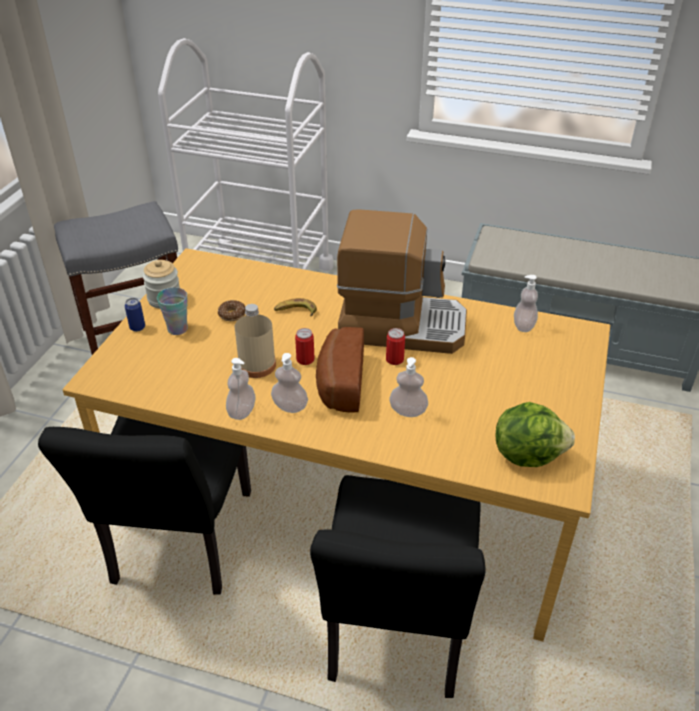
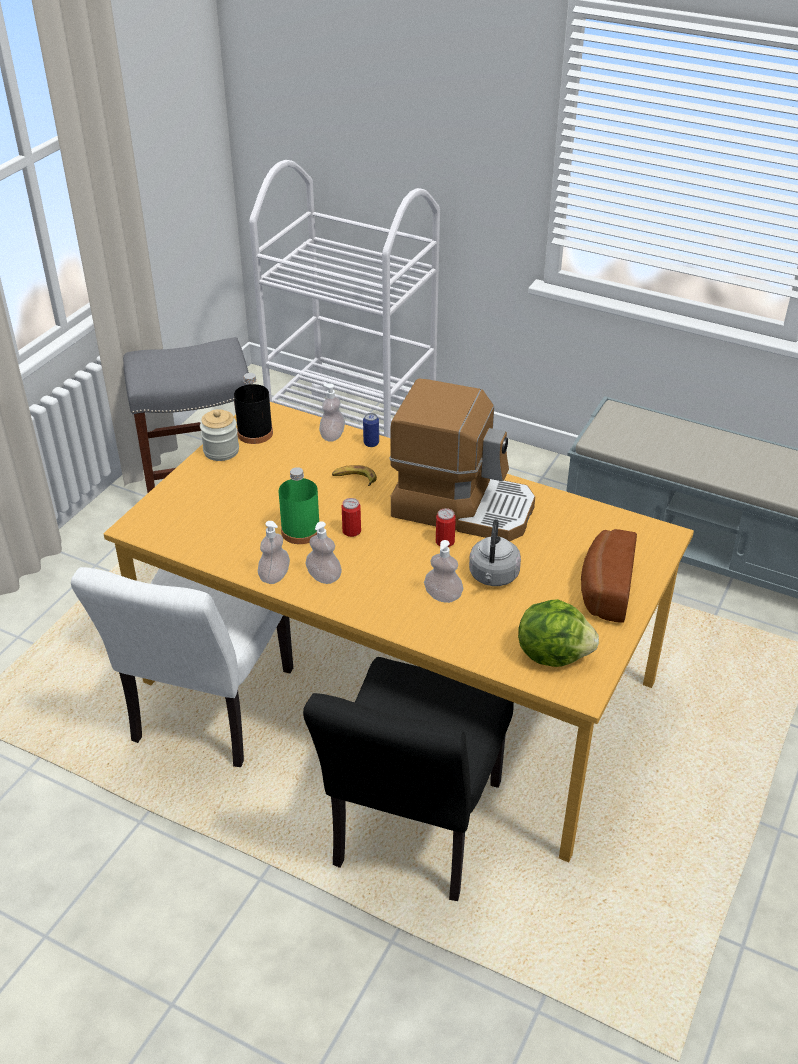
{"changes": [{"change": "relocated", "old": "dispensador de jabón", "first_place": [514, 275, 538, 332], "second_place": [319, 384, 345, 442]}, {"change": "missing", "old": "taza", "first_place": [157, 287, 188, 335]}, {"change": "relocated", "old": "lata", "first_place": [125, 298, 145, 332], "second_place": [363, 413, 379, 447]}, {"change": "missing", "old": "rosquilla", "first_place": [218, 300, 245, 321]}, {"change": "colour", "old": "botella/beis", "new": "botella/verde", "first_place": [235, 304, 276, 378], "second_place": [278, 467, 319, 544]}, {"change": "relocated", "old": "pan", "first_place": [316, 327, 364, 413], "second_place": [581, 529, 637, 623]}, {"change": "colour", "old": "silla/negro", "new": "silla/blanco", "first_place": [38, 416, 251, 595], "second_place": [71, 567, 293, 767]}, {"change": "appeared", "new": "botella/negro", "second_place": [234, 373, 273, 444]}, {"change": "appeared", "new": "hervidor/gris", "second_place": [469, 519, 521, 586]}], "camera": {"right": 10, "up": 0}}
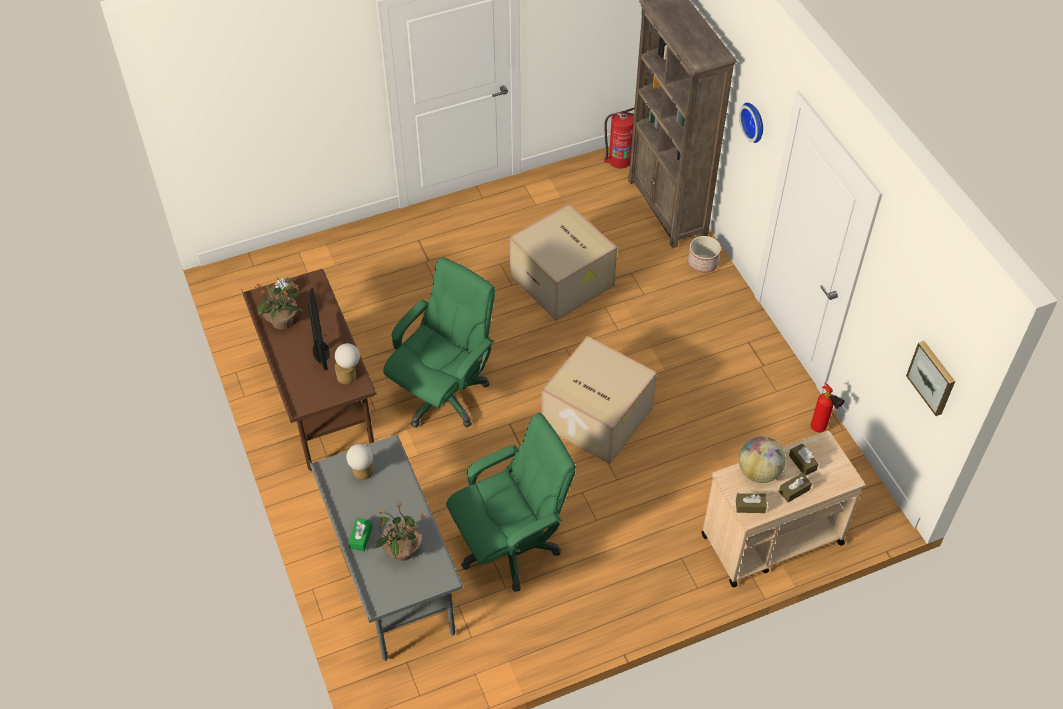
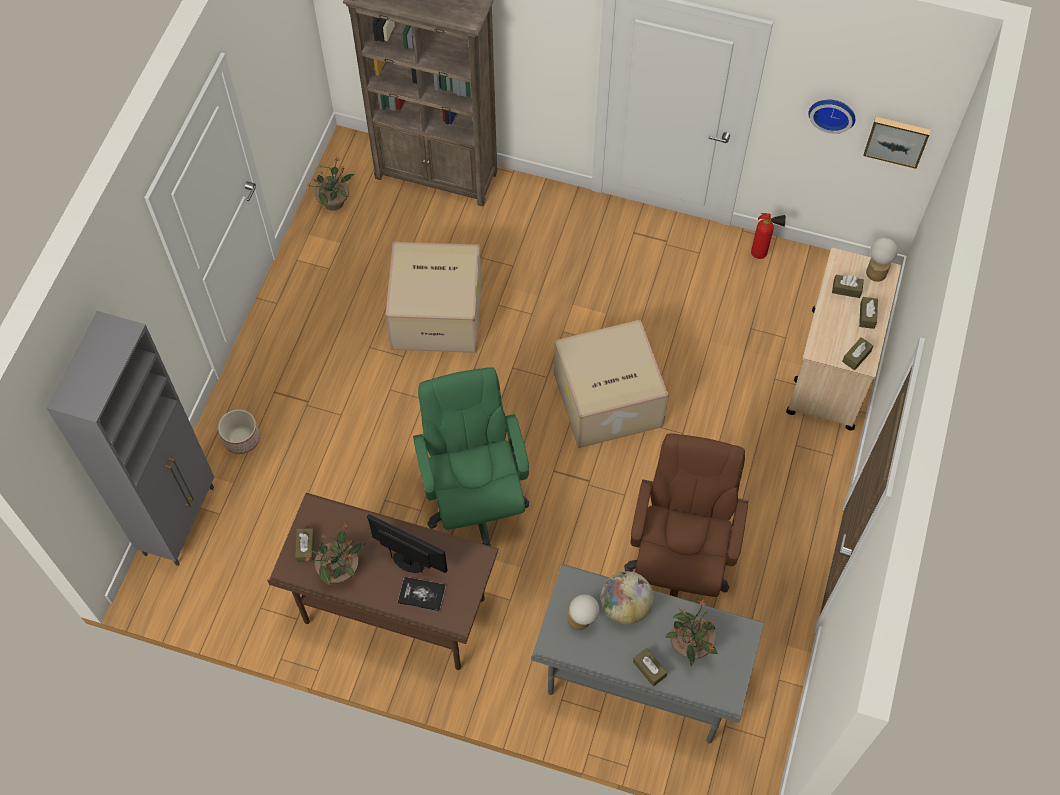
{"changes": [{"change": "relocated", "old": "reloj de pared", "first_place": [739, 103, 763, 143], "second_place": [808, 100, 855, 134]}, {"change": "missing", "old": "extintor", "first_place": [604, 107, 635, 169]}, {"change": "relocated", "old": "maceta", "first_place": [688, 236, 721, 273], "second_place": [218, 410, 260, 454]}, {"change": "relocated", "old": "lámpara de mesa", "first_place": [335, 343, 360, 384], "second_place": [866, 238, 898, 282]}, {"change": "colour", "old": "silla de oficina/verde", "new": "silla de oficina/marrón", "first_place": [446, 413, 576, 592], "second_place": [624, 433, 748, 597]}, {"change": "relocated", "old": "globo terráqueo", "first_place": [739, 436, 786, 483], "second_place": [601, 571, 653, 624]}, {"change": "colour", "old": "caja de pañuelos/verde", "new": "caja de pañuelos/marrón", "first_place": [348, 518, 373, 551], "second_place": [633, 648, 667, 687]}, {"change": "appeared", "new": "planta en maceta", "second_place": [306, 157, 354, 211]}, {"change": "appeared", "new": "armario/gris", "second_place": [46, 311, 214, 566]}, {"change": "appeared", "new": "libro", "second_place": [398, 577, 446, 611]}], "camera": {"right": -50, "up": 10}}
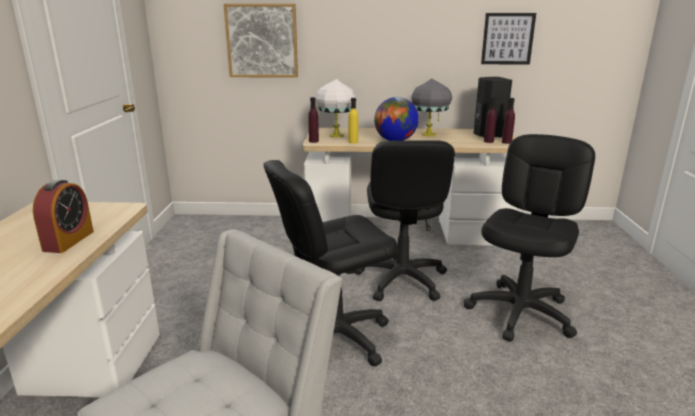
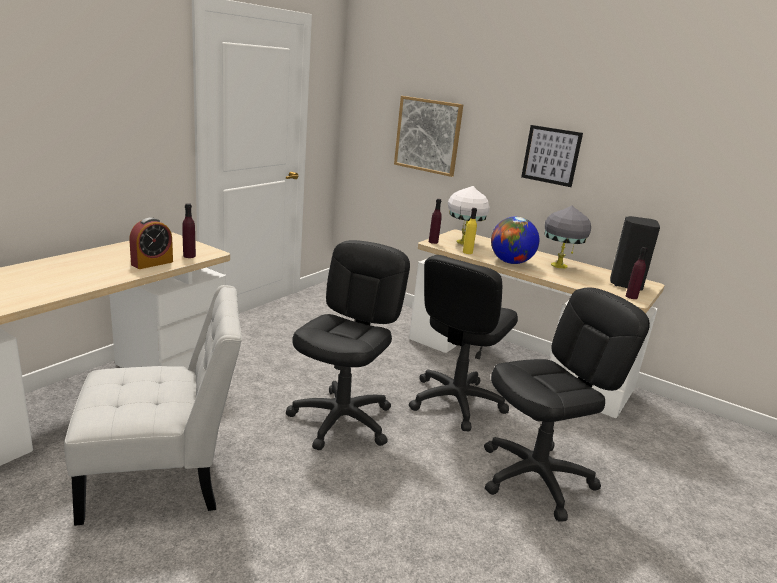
{"changes": [{"change": "relocated", "old": "cuadro", "first_place": [481, 13, 536, 64], "second_place": [521, 125, 583, 187]}, {"change": "relocated", "old": "botella/morado", "first_place": [484, 97, 497, 143], "second_place": [182, 203, 196, 258]}, {"change": "spun", "old": "silla de oficina/negro", "first_place": [264, 160, 399, 366], "second_place": [286, 240, 410, 450], "degrees": 105}], "camera": {"right": 30, "up": 0}}
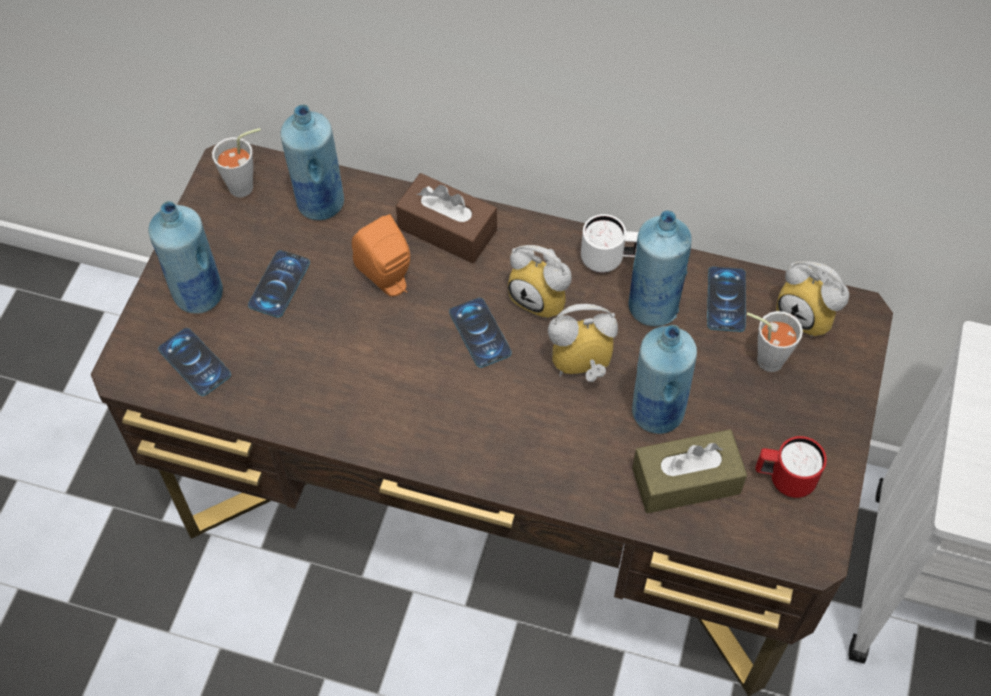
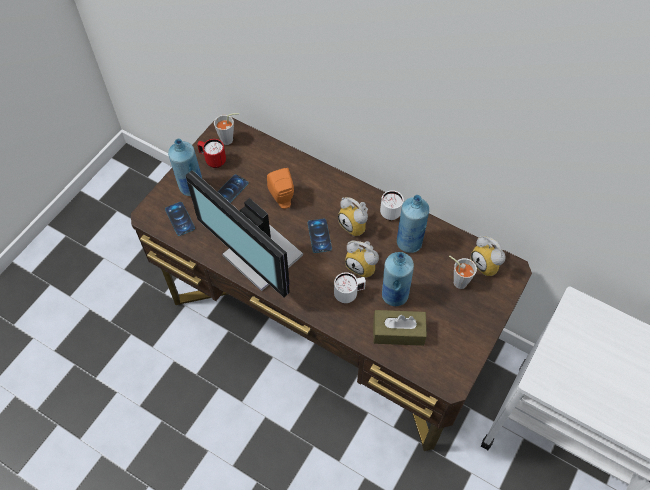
{"changes": [{"change": "missing", "old": "botella/azul", "first_place": [280, 105, 344, 220]}, {"change": "missing", "old": "caja de pañuelos/marrón", "first_place": [396, 173, 497, 263]}, {"change": "missing", "old": "móvil", "first_place": [707, 266, 746, 332]}, {"change": "spun", "old": "despertador", "first_place": [548, 304, 618, 382], "second_place": [345, 240, 379, 278], "degrees": -150}, {"change": "relocated", "old": "taza grande/rojo", "first_place": [756, 436, 827, 498], "second_place": [197, 139, 226, 168]}, {"change": "appeared", "new": "monitor", "second_place": [185, 170, 303, 297]}, {"change": "appeared", "new": "taza grande/blanco", "second_place": [334, 272, 366, 303]}], "camera": {"right": 15, "up": 0}}
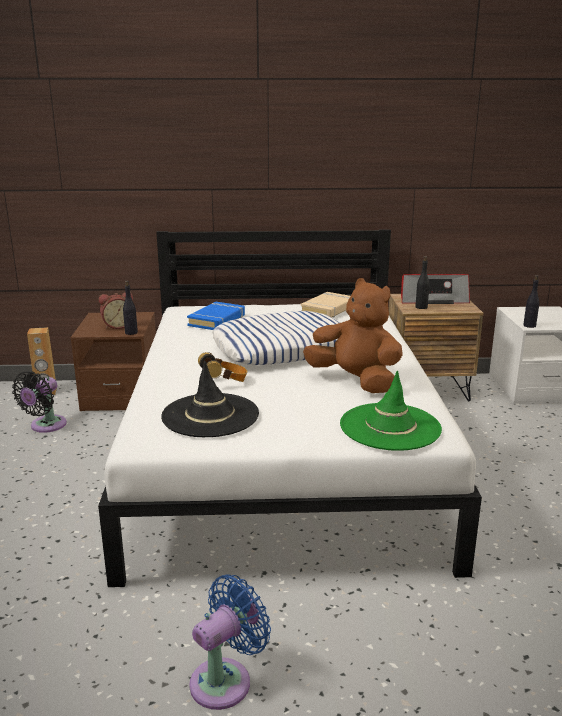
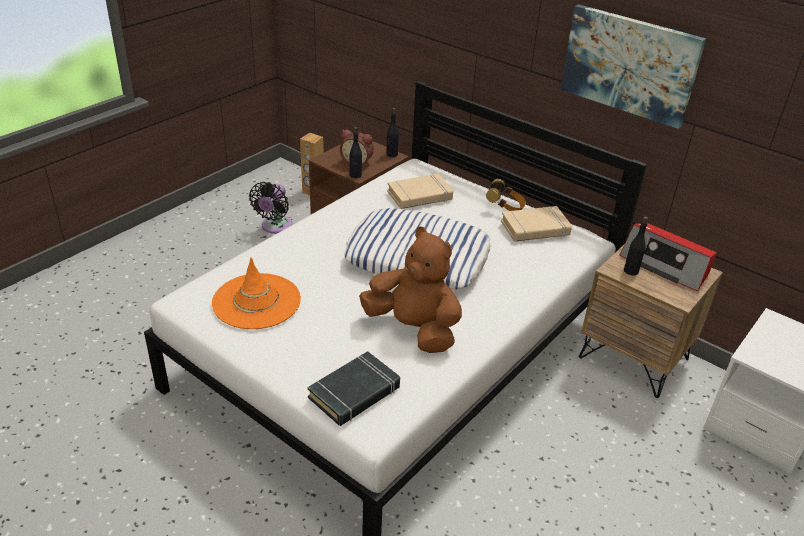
{"changes": [{"change": "relocated", "old": "botella/negro", "first_place": [523, 275, 539, 328], "second_place": [386, 108, 399, 157]}, {"change": "spun", "old": "peluche/marrón", "first_place": [303, 278, 402, 393], "second_place": [359, 227, 462, 353], "degrees": -45}, {"change": "colour", "old": "libro/azul", "new": "libro/beis", "first_place": [187, 302, 245, 330], "second_place": [387, 174, 453, 209]}, {"change": "relocated", "old": "auriculares", "first_place": [198, 352, 247, 382], "second_place": [486, 179, 526, 211]}, {"change": "colour", "old": "sombrero/negro", "new": "sombrero/naranja", "first_place": [161, 361, 259, 437], "second_place": [212, 257, 301, 329]}, {"change": "spun", "old": "ventilador/negro", "first_place": [12, 371, 67, 433], "second_place": [249, 182, 293, 234], "degrees": -45}, {"change": "exchanged", "old": "sombrero/verde", "new": "libro/negro", "first_place": [340, 371, 442, 451], "second_place": [307, 351, 400, 426]}, {"change": "missing", "old": "ventilador/azul", "first_place": [189, 574, 271, 710]}, {"change": "appeared", "new": "cuadro", "second_place": [560, 4, 706, 129]}], "camera": {"right": 40, "up": 15}}
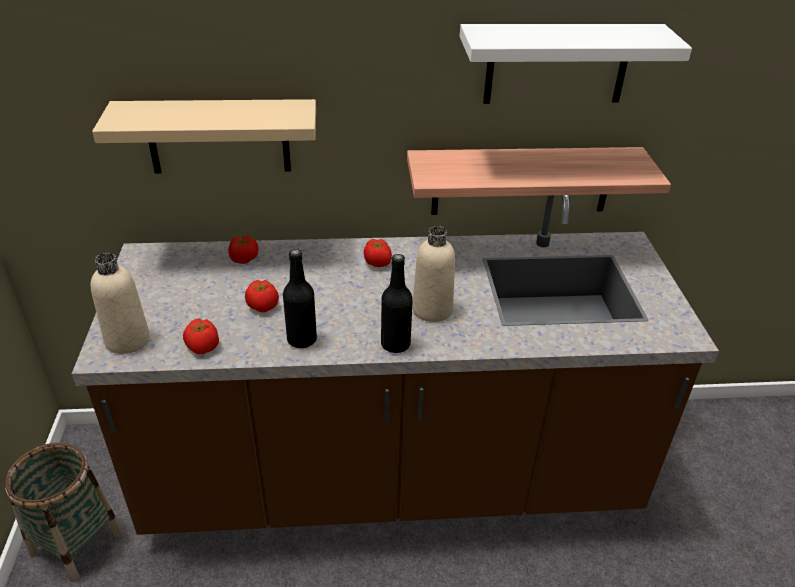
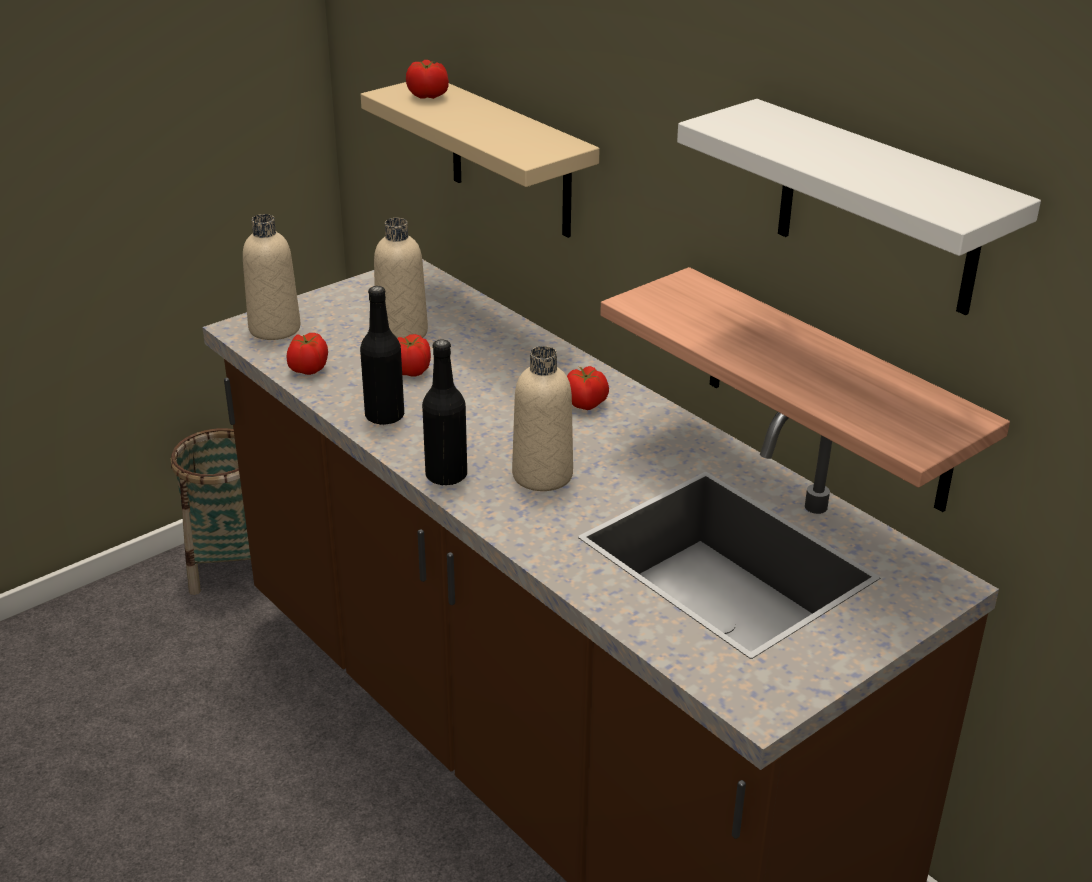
{"changes": [{"change": "relocated", "old": "tomate", "first_place": [228, 235, 258, 264], "second_place": [406, 60, 449, 99]}, {"change": "appeared", "new": "botella/beis", "second_place": [374, 218, 428, 338]}], "camera": {"right": 55, "up": -5}}
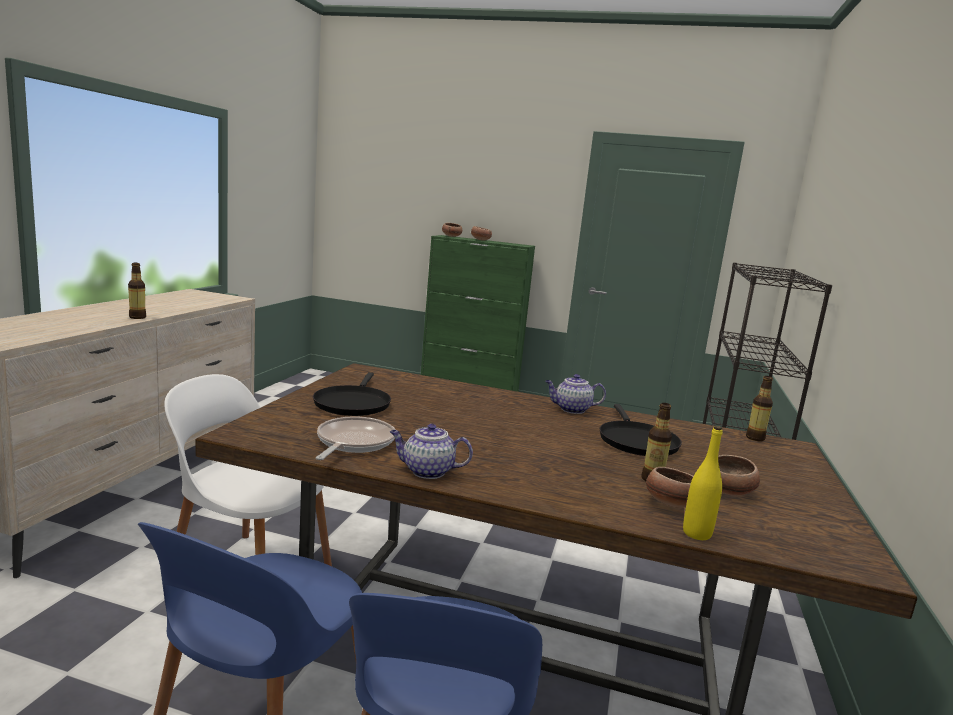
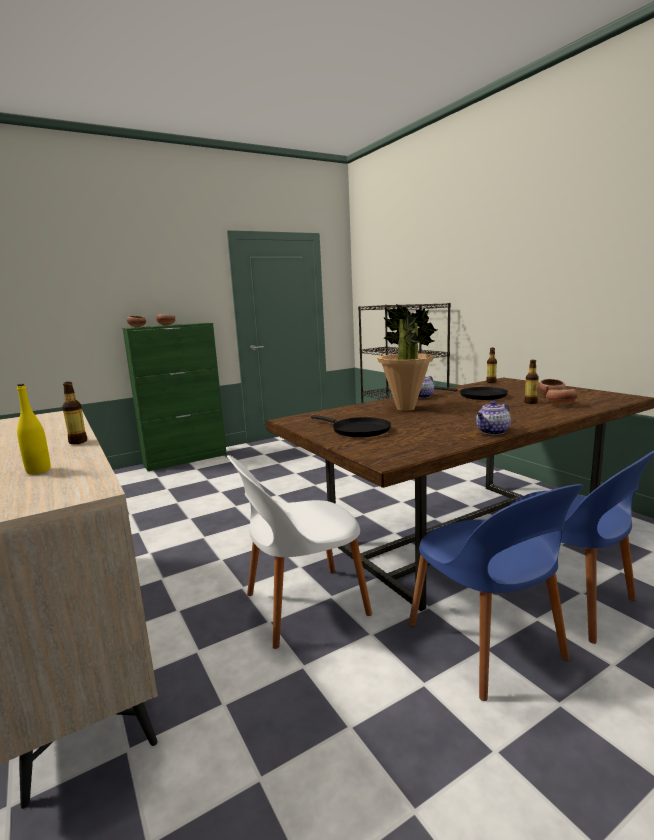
{"changes": [{"change": "missing", "old": "sartén", "first_place": [316, 417, 395, 460]}, {"change": "relocated", "old": "botella/amarillo", "first_place": [683, 426, 723, 540], "second_place": [17, 384, 50, 474]}, {"change": "appeared", "new": "planta en maceta", "second_place": [377, 304, 437, 411]}], "camera": {"right": -45, "up": 0}}
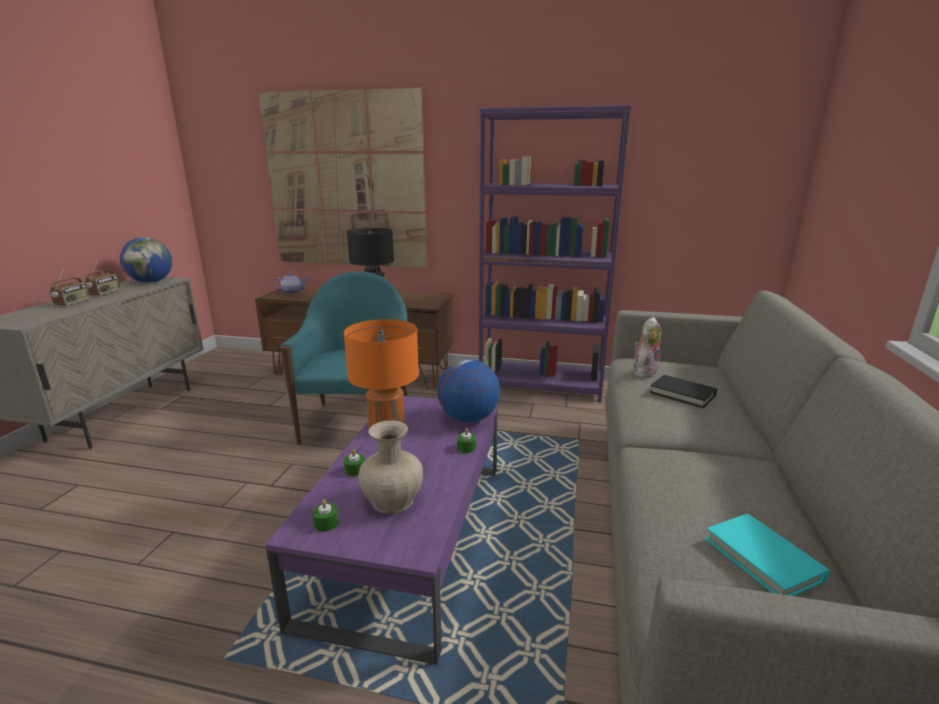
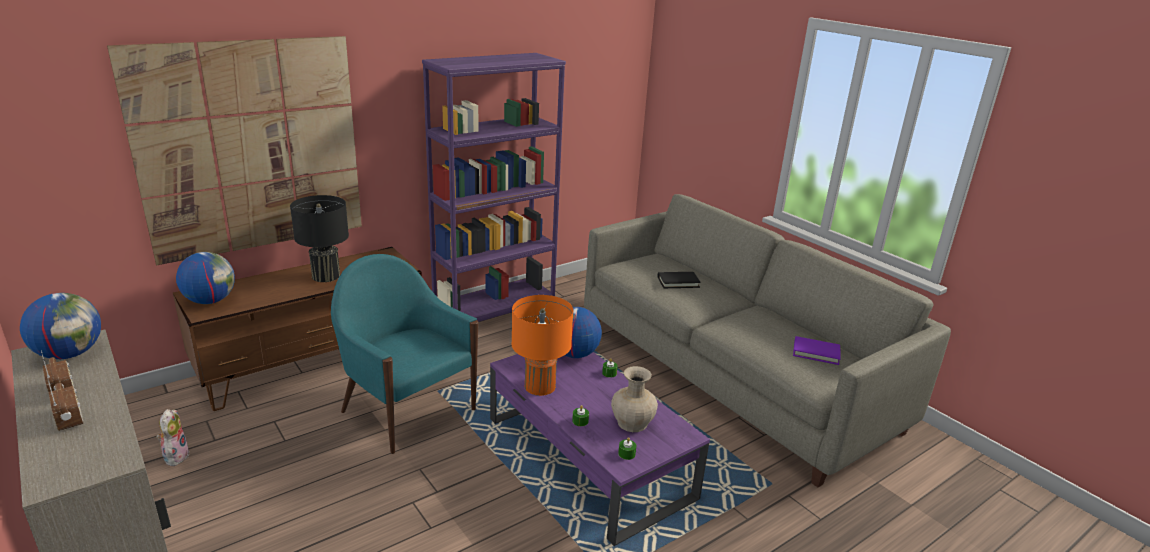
{"changes": [{"change": "exchanged", "old": "tetera", "new": "globo terráqueo", "first_place": [273, 273, 308, 294], "second_place": [176, 252, 235, 304]}, {"change": "relocated", "old": "peluche", "first_place": [634, 317, 661, 378], "second_place": [156, 409, 190, 466]}, {"change": "colour", "old": "libro/turquesa", "new": "libro/morado", "first_place": [705, 514, 830, 596], "second_place": [793, 336, 841, 365]}], "camera": {"right": -50, "up": 5}}
